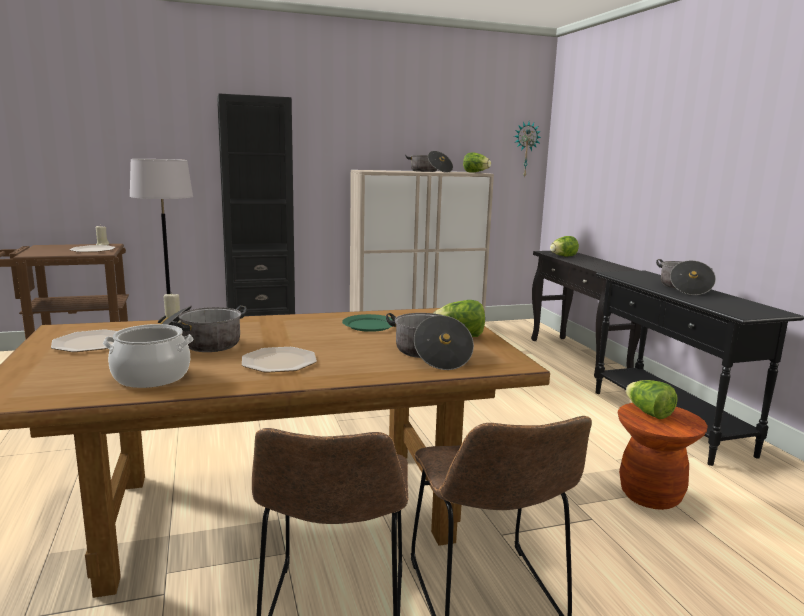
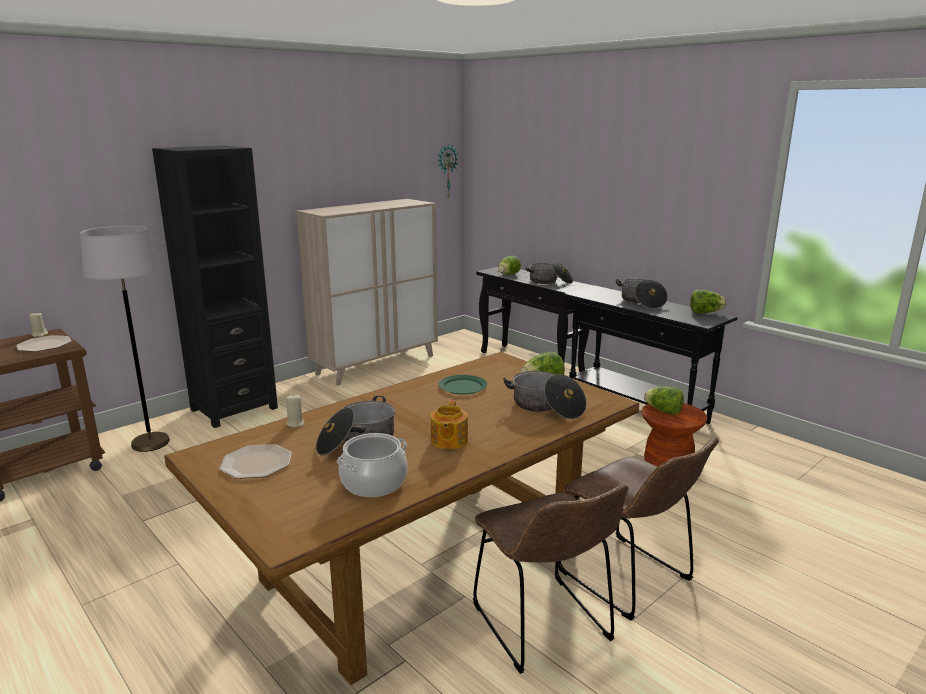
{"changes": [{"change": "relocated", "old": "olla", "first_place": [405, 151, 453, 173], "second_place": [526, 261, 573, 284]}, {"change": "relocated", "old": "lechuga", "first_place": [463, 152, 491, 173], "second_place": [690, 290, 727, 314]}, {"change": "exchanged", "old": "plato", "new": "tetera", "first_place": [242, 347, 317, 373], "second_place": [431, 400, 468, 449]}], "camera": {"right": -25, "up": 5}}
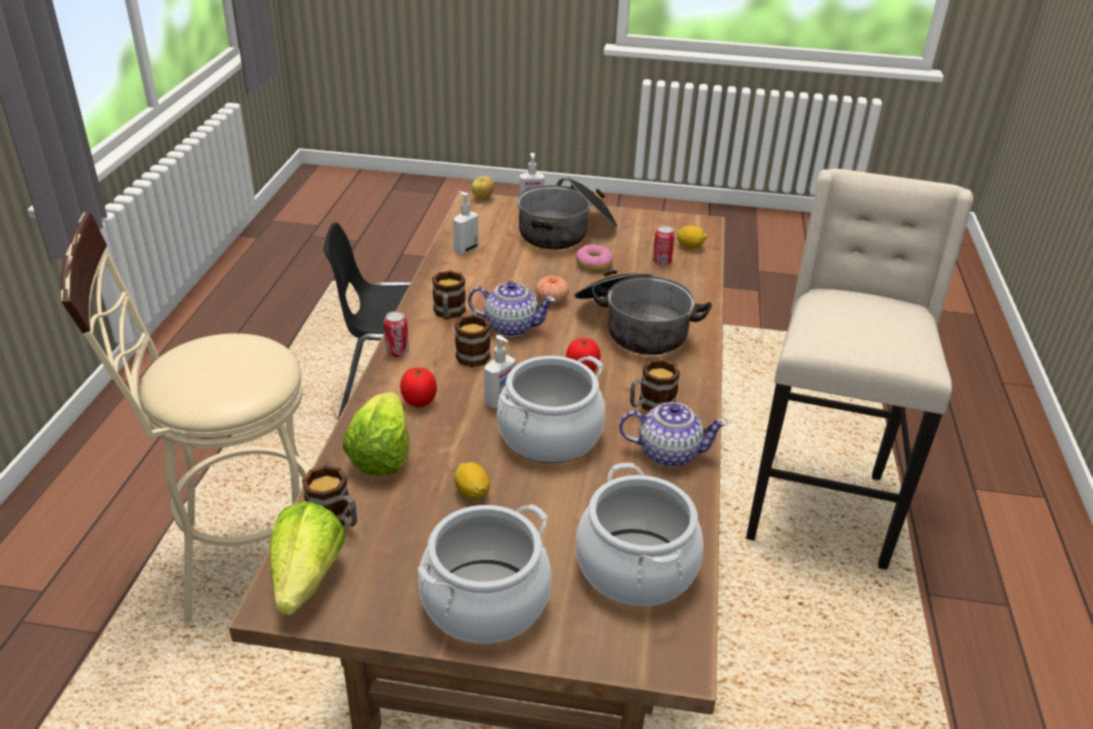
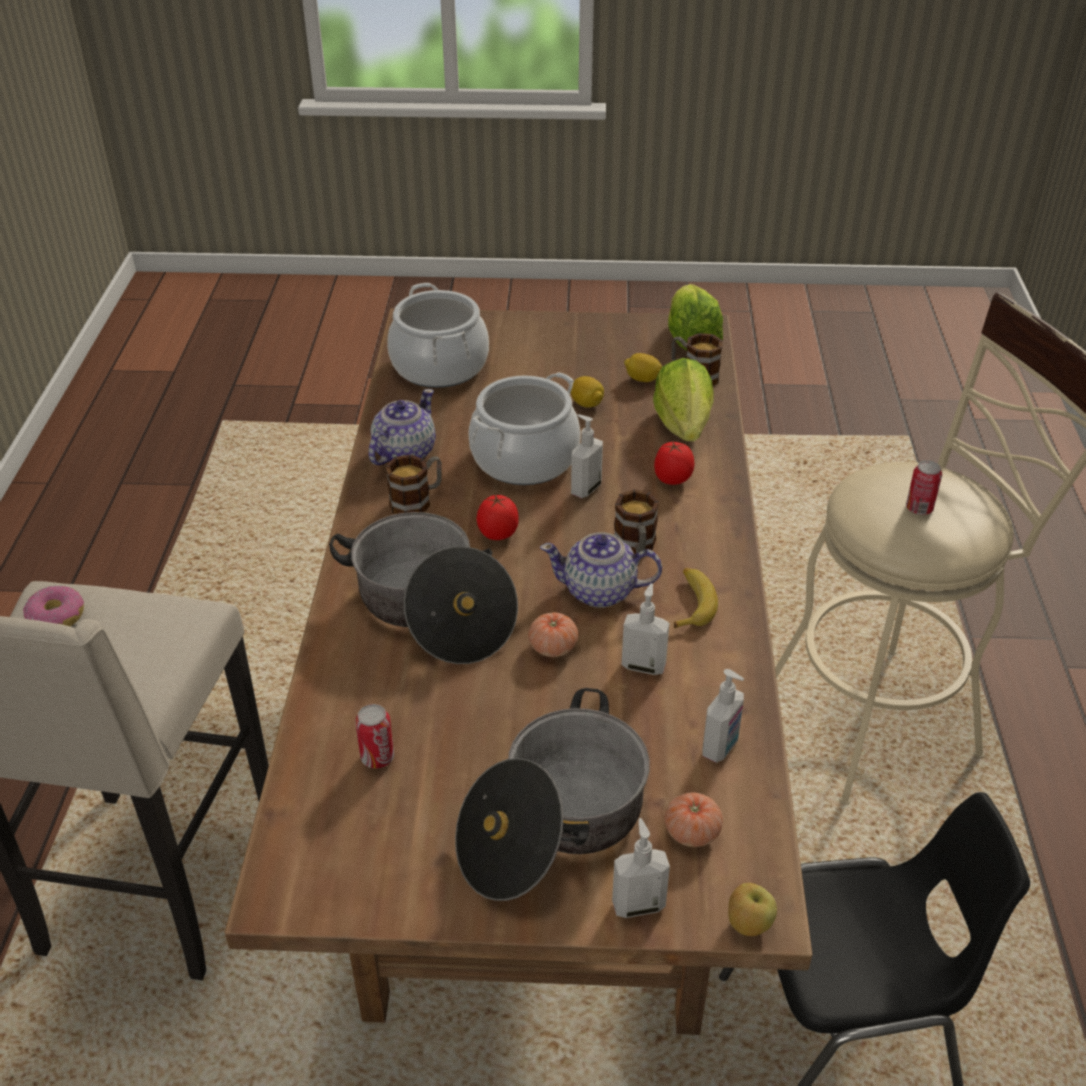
{"changes": [{"change": "relocated", "old": "limón", "first_place": [677, 225, 707, 249], "second_place": [624, 353, 662, 382]}, {"change": "relocated", "old": "rosquilla", "first_place": [576, 245, 613, 271], "second_place": [23, 586, 84, 626]}, {"change": "exchanged", "old": "taza grande", "new": "plátano", "first_place": [432, 270, 466, 320], "second_place": [674, 568, 718, 629]}, {"change": "relocated", "old": "lata", "first_place": [384, 311, 409, 357], "second_place": [906, 460, 942, 515]}, {"change": "spun", "old": "tetera", "first_place": [619, 402, 728, 467], "second_place": [369, 389, 436, 465], "degrees": 120}, {"change": "missing", "old": "olla", "first_place": [417, 504, 551, 644]}, {"change": "appeared", "new": "dispensador de jabón", "second_place": [621, 583, 669, 675]}, {"change": "appeared", "new": "tomate", "second_place": [665, 792, 723, 847]}], "camera": {"right": 175, "up": 5}}
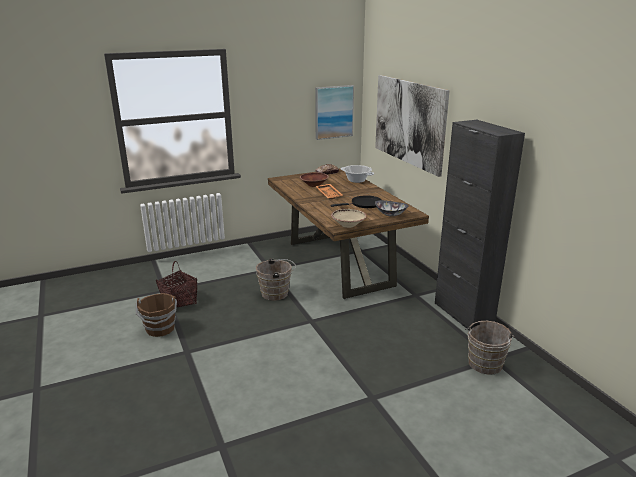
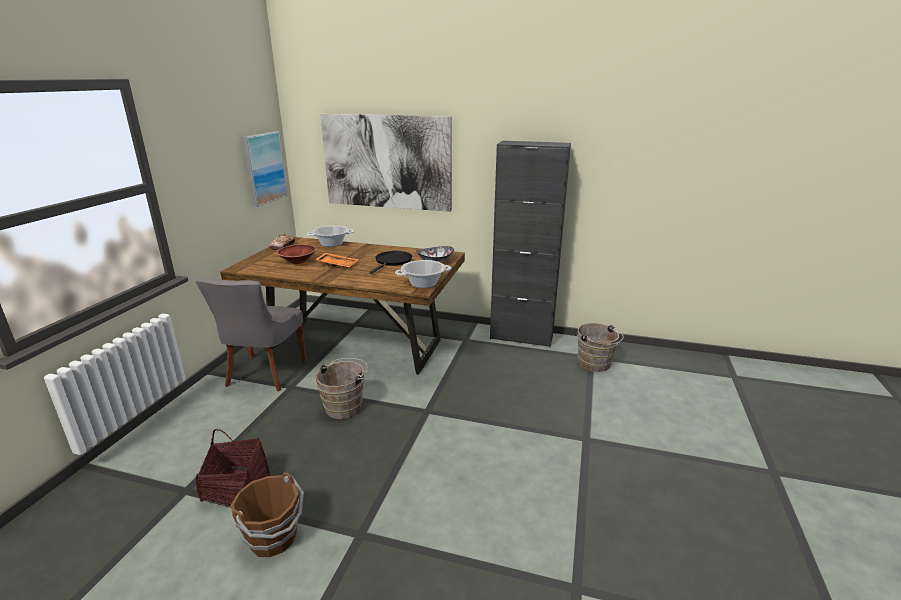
{"changes": [{"change": "exchanged", "old": "cuenco/beis", "new": "olla", "first_place": [331, 209, 367, 228], "second_place": [395, 260, 451, 288]}, {"change": "appeared", "new": "silla/gris", "second_place": [196, 278, 307, 391]}], "camera": {"right": -50, "up": 0}}
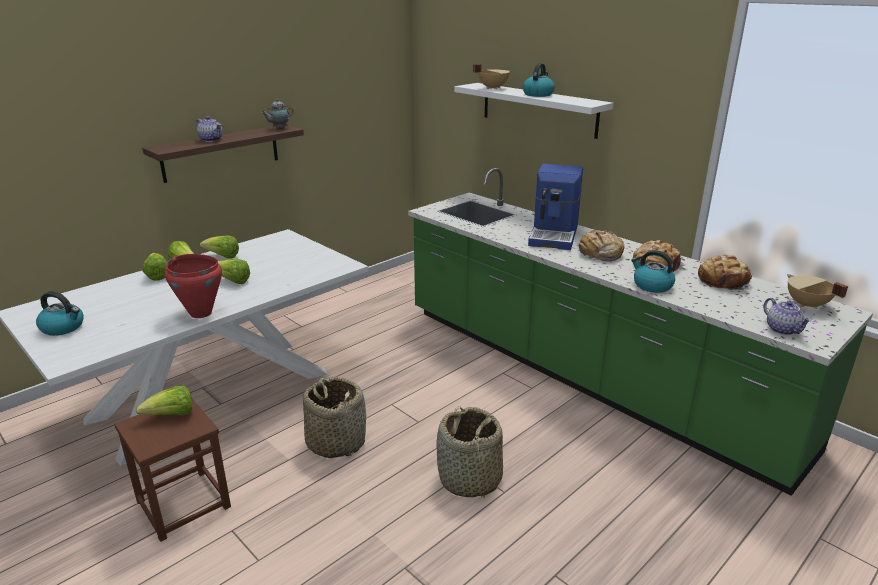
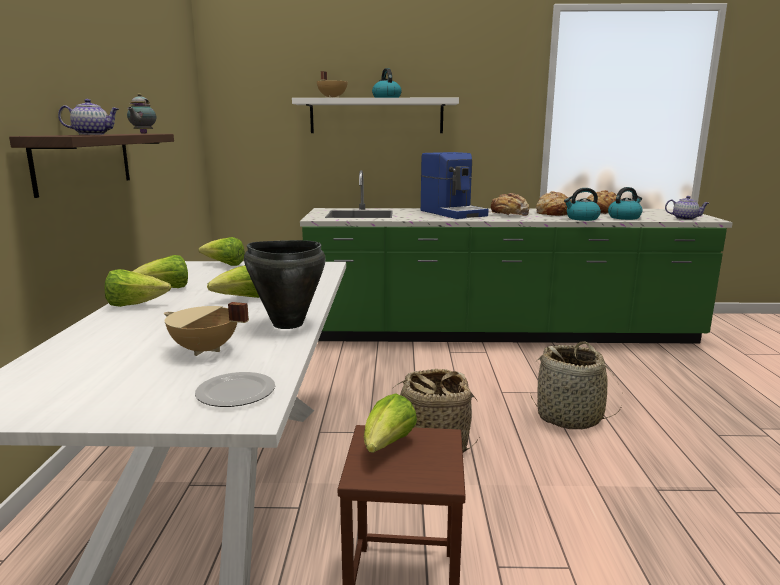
{"changes": [{"change": "relocated", "old": "lechuga", "first_place": [143, 253, 167, 281], "second_place": [198, 237, 245, 266]}, {"change": "colour", "old": "olla/rojo", "new": "olla/negro", "first_place": [165, 254, 222, 318], "second_place": [244, 240, 326, 329]}, {"change": "relocated", "old": "olla/beis", "first_place": [787, 274, 848, 309], "second_place": [164, 302, 249, 356]}, {"change": "relocated", "old": "hervidor", "first_place": [36, 291, 84, 336], "second_place": [608, 187, 642, 220]}, {"change": "appeared", "new": "plato", "second_place": [195, 372, 275, 407]}], "camera": {"right": -45, "up": -10}}
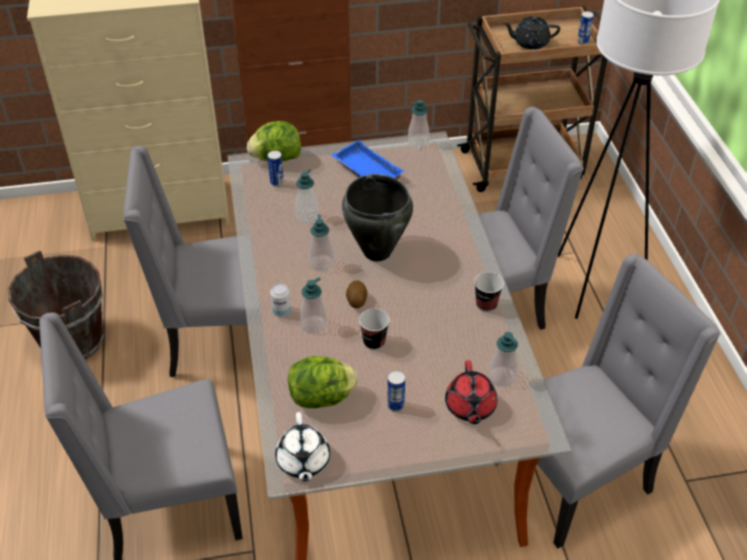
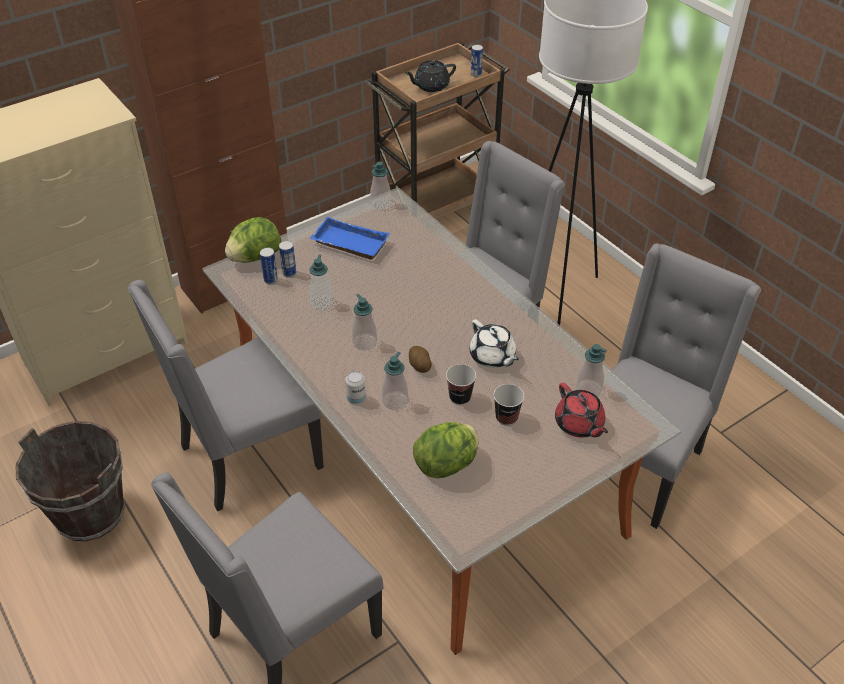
{"changes": [{"change": "missing", "old": "olla/negro", "first_place": [342, 174, 413, 261]}, {"change": "relocated", "old": "taza", "first_place": [474, 272, 504, 312], "second_place": [493, 384, 524, 426]}, {"change": "relocated", "old": "lata", "first_place": [387, 371, 405, 412], "second_place": [279, 241, 296, 278]}, {"change": "relocated", "old": "tetera/blanco", "first_place": [275, 412, 330, 481], "second_place": [469, 319, 519, 368]}], "camera": {"right": -25, "up": 0}}
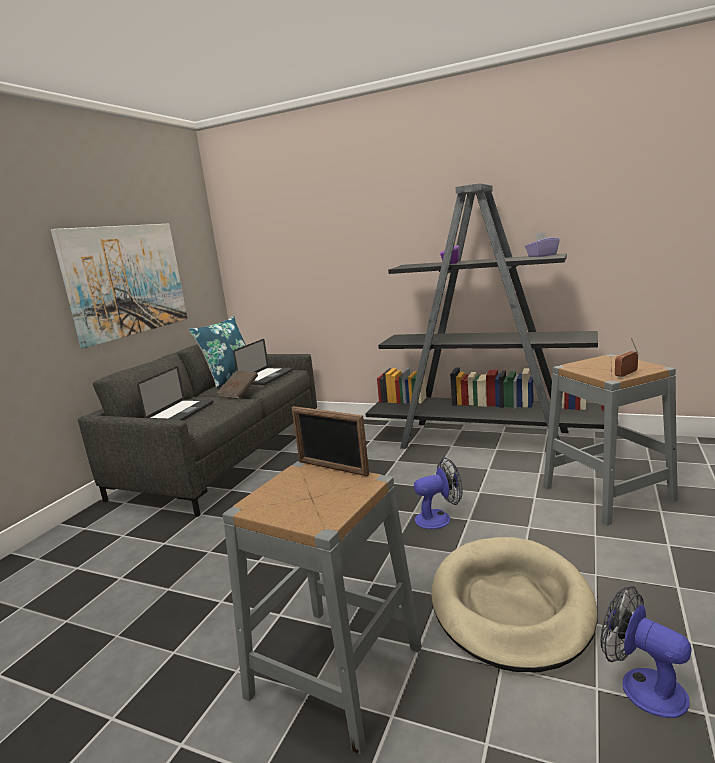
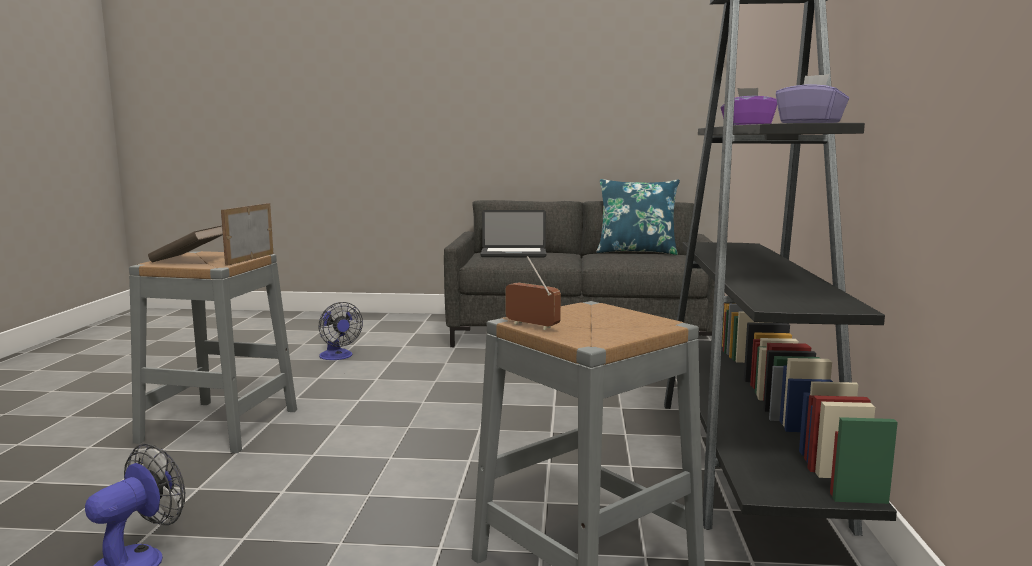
{"changes": [{"change": "missing", "old": "cuadro", "first_place": [51, 224, 188, 349]}, {"change": "missing", "old": "portátil", "first_place": [233, 339, 293, 385]}, {"change": "relocated", "old": "libro/marrón", "first_place": [217, 371, 258, 399], "second_place": [148, 225, 223, 262]}, {"change": "relocated", "old": "ventilador", "first_place": [414, 457, 463, 529], "second_place": [319, 302, 363, 360]}, {"change": "missing", "old": "cama para perro/beis", "first_place": [431, 537, 598, 672]}], "camera": {"right": 70, "up": -5}}
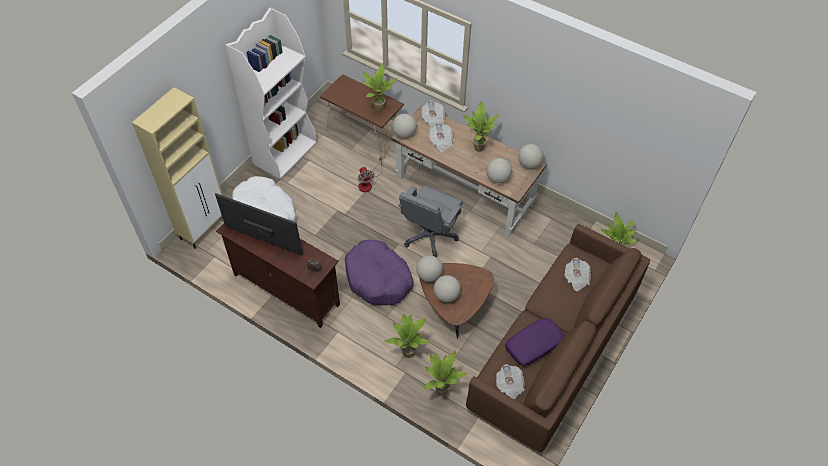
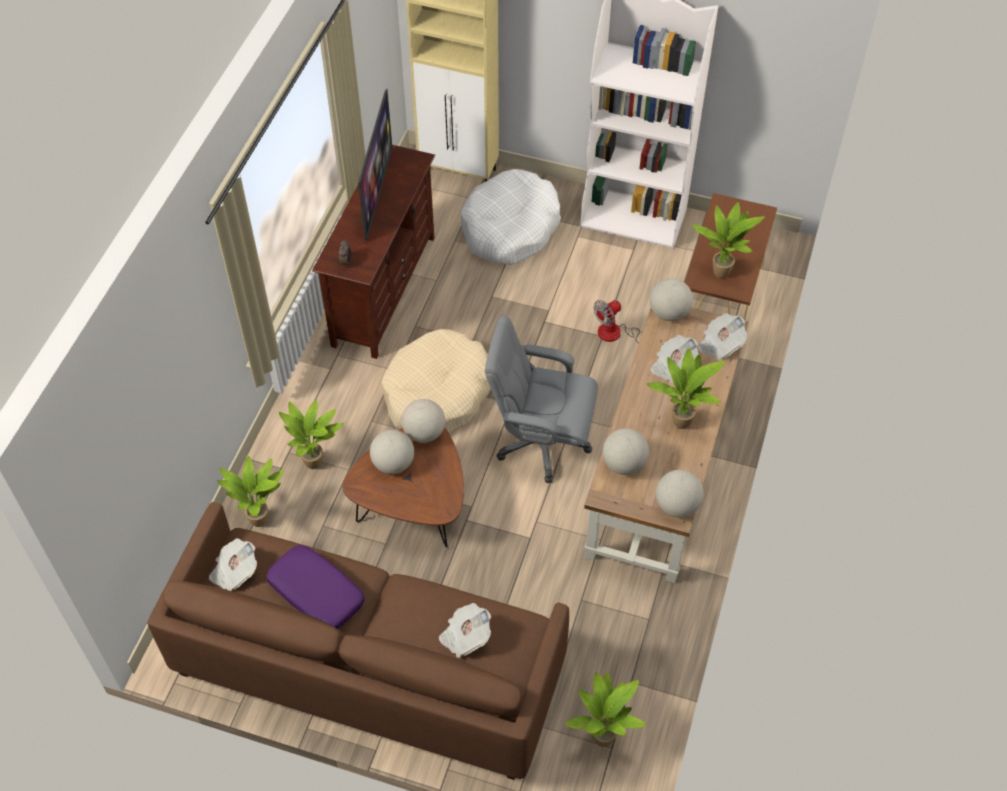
{"changes": [{"change": "colour", "old": "cama para perro/morado", "new": "cama para perro/beis", "first_place": [345, 240, 414, 305], "second_place": [381, 329, 491, 434]}], "camera": {"right": 75, "up": 0}}
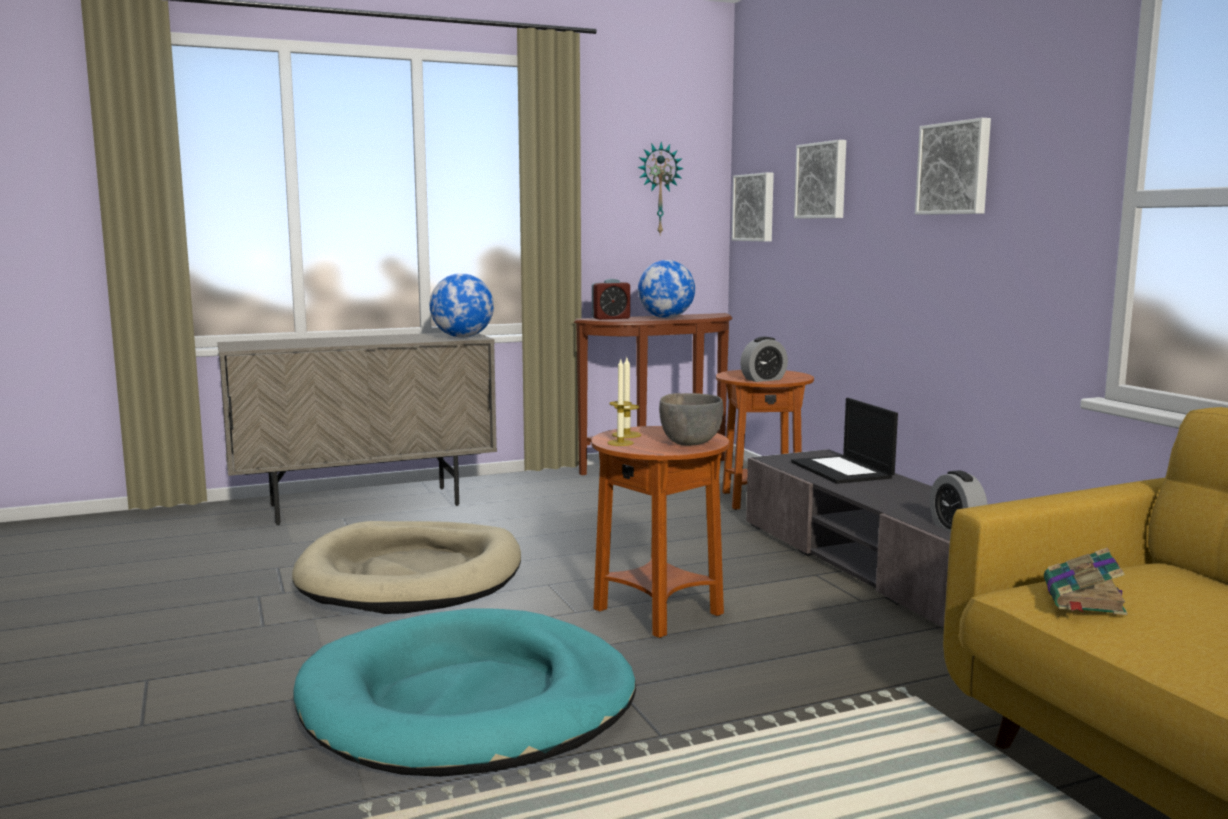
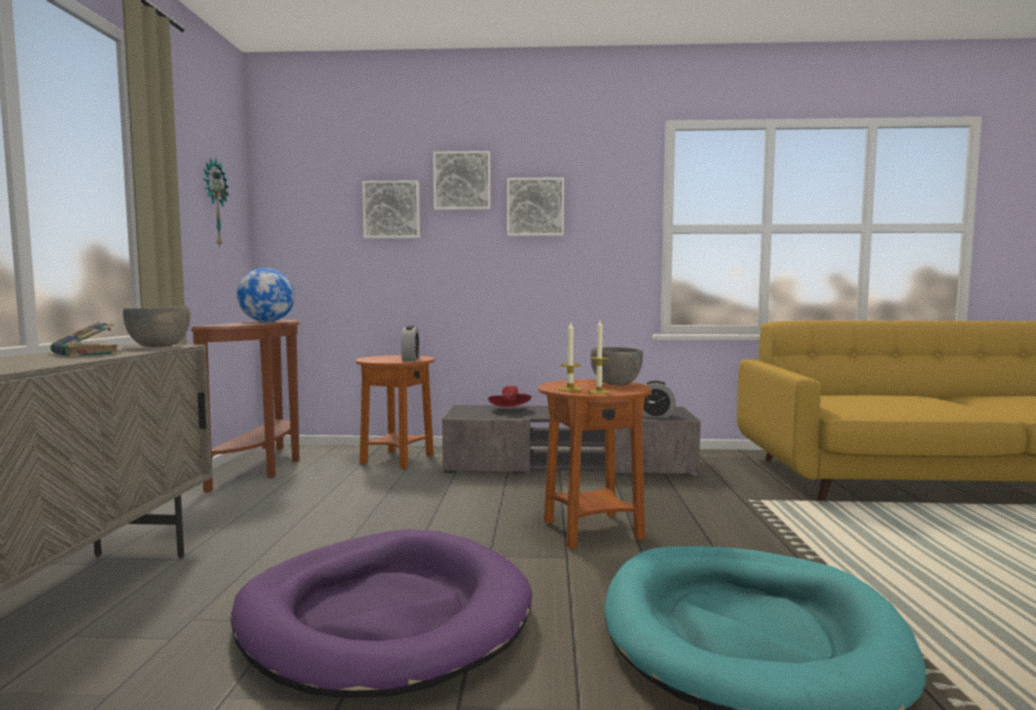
{"changes": [{"change": "relocated", "old": "cuadro", "first_place": [732, 172, 774, 242], "second_place": [433, 151, 491, 210]}, {"change": "exchanged", "old": "globo terráqueo", "new": "cuenco/gris", "first_place": [430, 273, 494, 338], "second_place": [123, 306, 190, 347]}, {"change": "missing", "old": "despertador", "first_place": [592, 279, 630, 320]}, {"change": "exchanged", "old": "portátil", "new": "sombrero/rojo", "first_place": [791, 398, 898, 484], "second_place": [488, 386, 531, 407]}, {"change": "colour", "old": "cama para perro/beis", "new": "cama para perro/morado", "first_place": [292, 521, 521, 614], "second_place": [230, 529, 532, 698]}, {"change": "relocated", "old": "libro", "first_place": [1044, 548, 1127, 615], "second_place": [51, 322, 121, 357]}], "camera": {"right": -65, "up": -5}}
